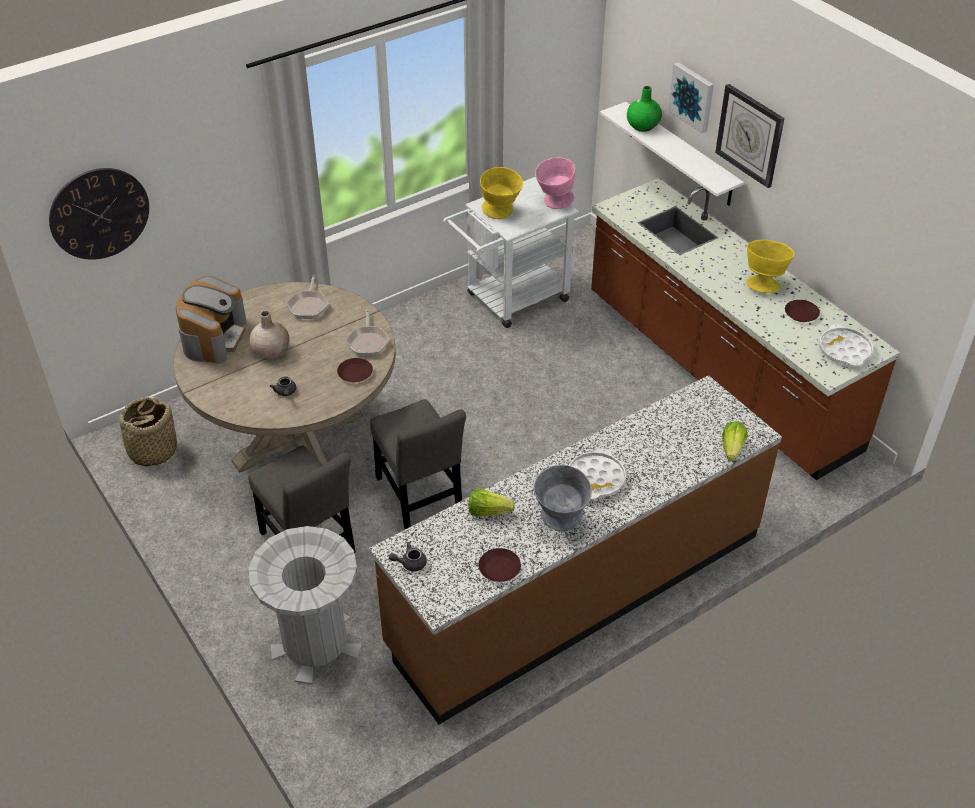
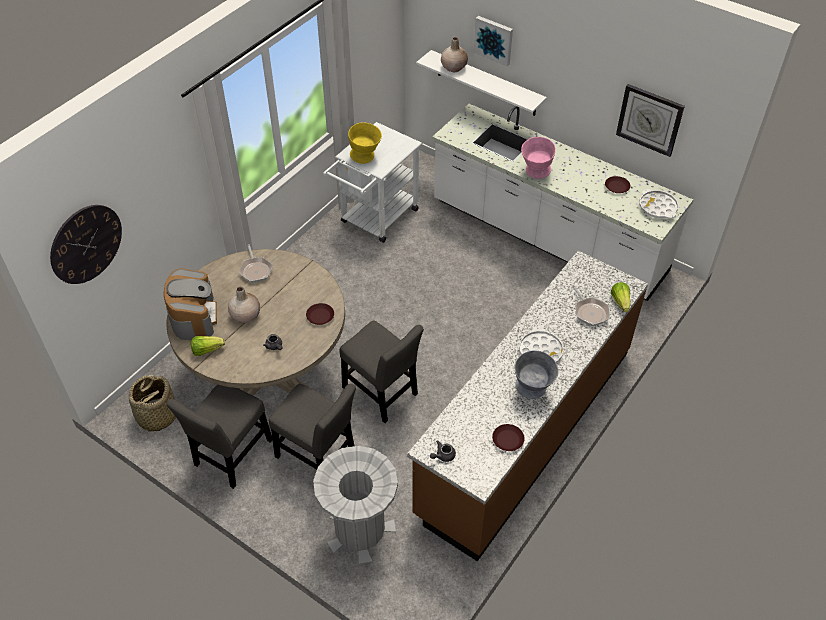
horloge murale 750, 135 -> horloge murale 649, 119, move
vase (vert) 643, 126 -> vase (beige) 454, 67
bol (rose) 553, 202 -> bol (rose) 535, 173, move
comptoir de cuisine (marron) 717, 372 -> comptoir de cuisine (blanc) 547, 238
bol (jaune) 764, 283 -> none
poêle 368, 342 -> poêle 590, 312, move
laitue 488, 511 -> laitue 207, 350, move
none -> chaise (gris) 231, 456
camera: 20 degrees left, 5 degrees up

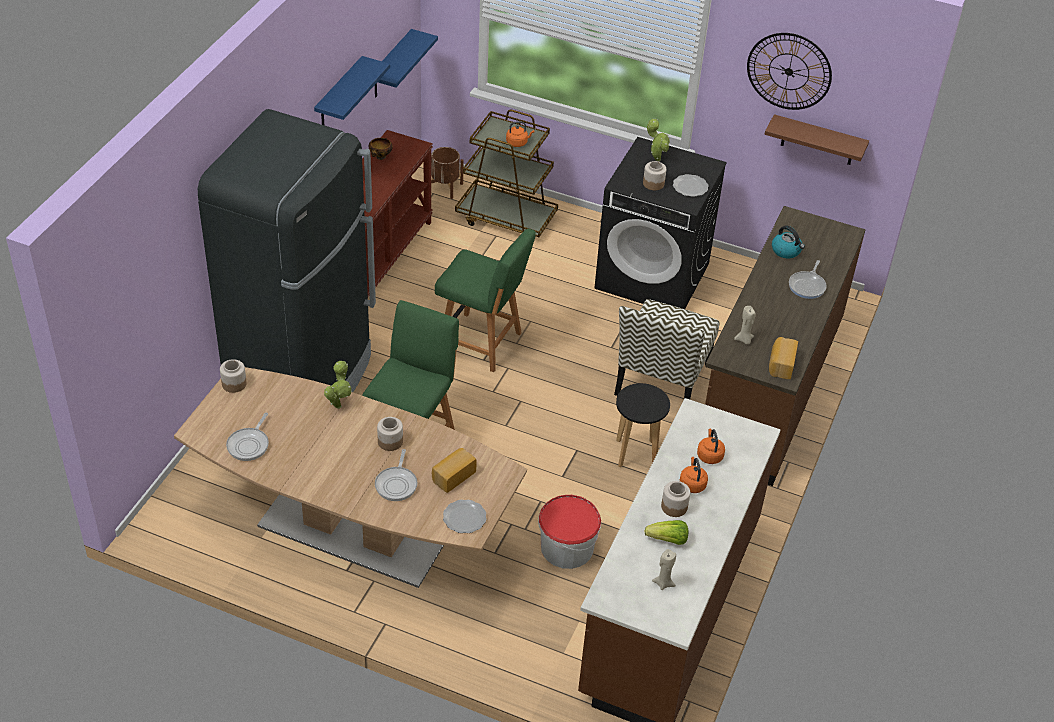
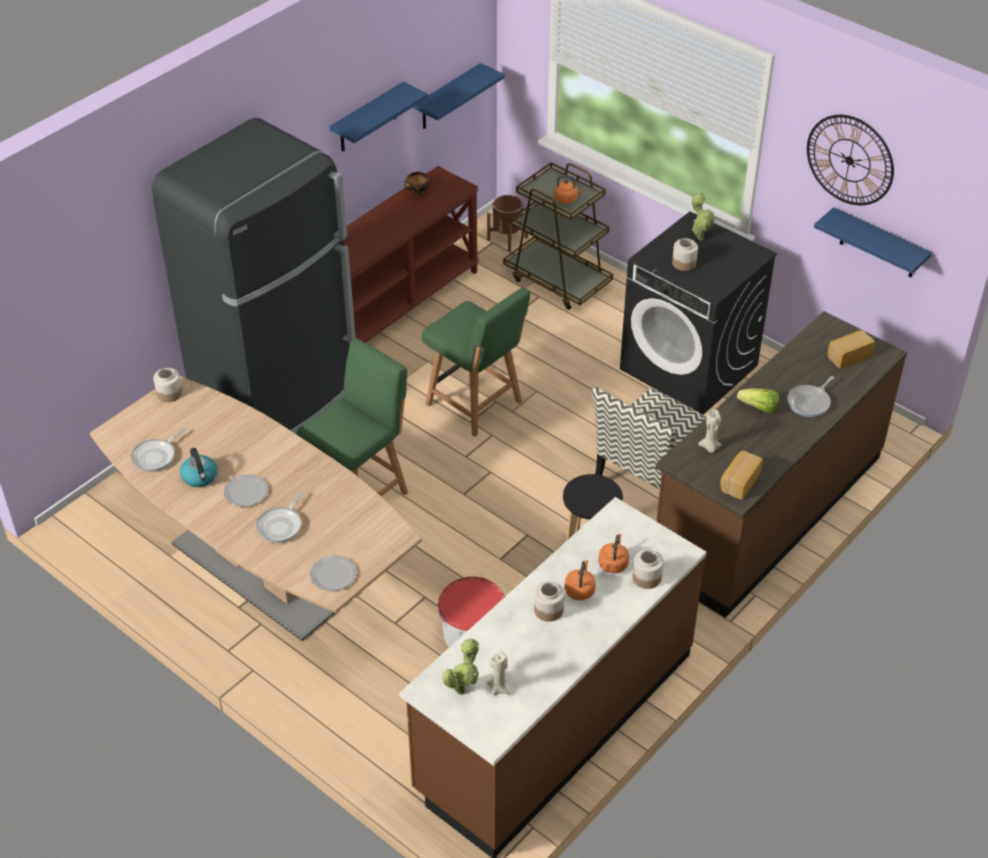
étagère (marron) 818, 140 -> étagère (bleu) 878, 244
assiette 690, 187 -> assiette 247, 492, move
bouilloire 786, 251 -> bouilloire 200, 477, move
plante en pot 338, 404 -> plante en pot 462, 689, move
bocal 390, 442 -> bocal 646, 578, move
pain 452, 476 -> pain 848, 356, move
laitue 668, 540 -> laitue 759, 408, move
camera: 20 degrees right, 0 degrees up

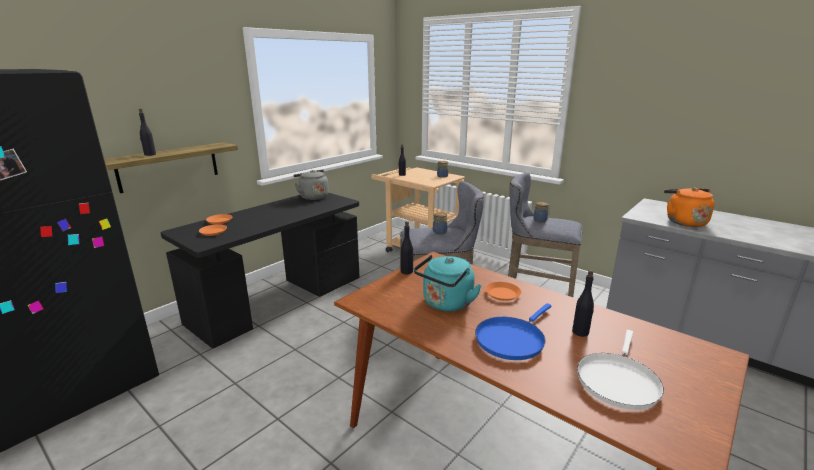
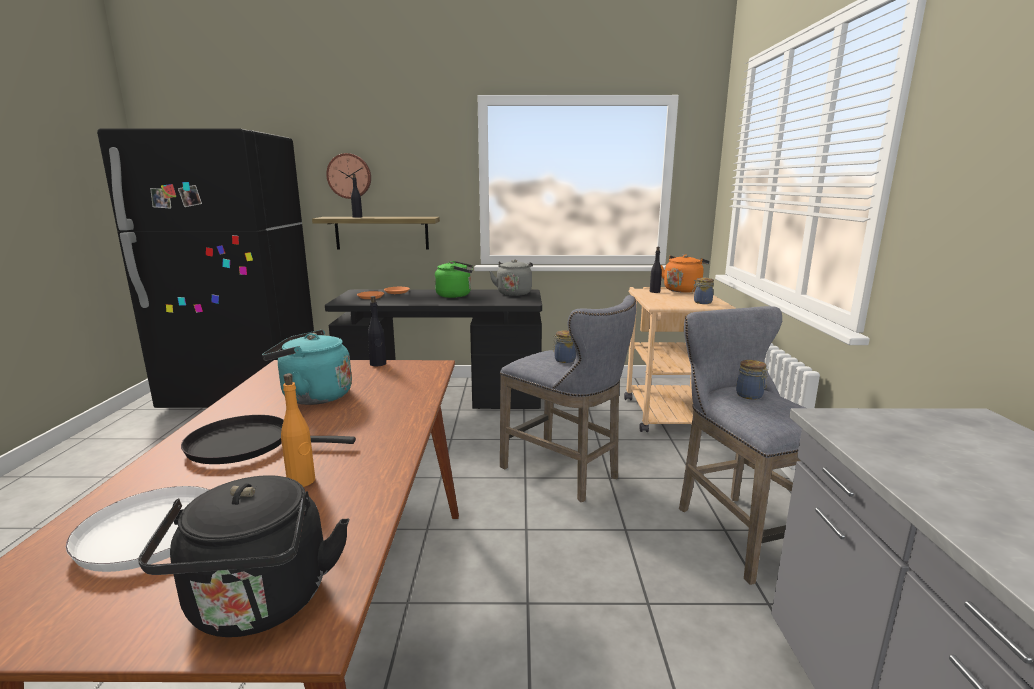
bouilloire (orange) 683, 222 -> bouilloire (orange) 682, 290, move
bouteille (noir) 580, 332 -> bouteille (orange) 301, 481
assiette (orange) 502, 294 -> none
poêle (bleu) 511, 339 -> poêle (noir) 247, 445
none -> horloge murale 349, 176
none -> bouilloire (vert) 456, 295
none -> bouilloire (noir) 258, 606
camera: 50 degrees right, 5 degrees down

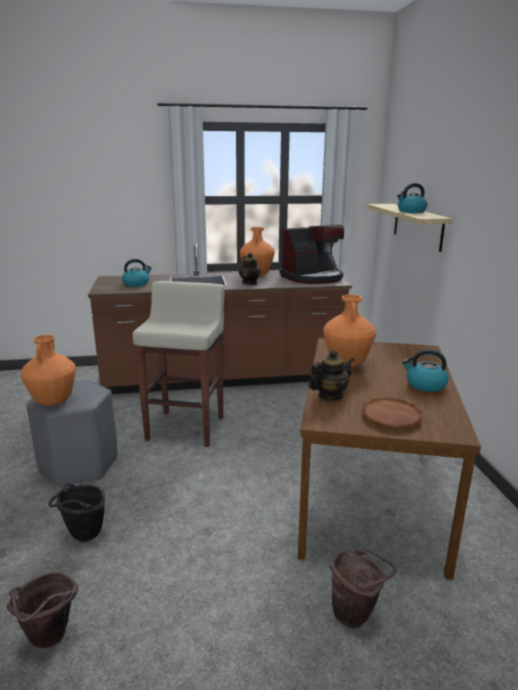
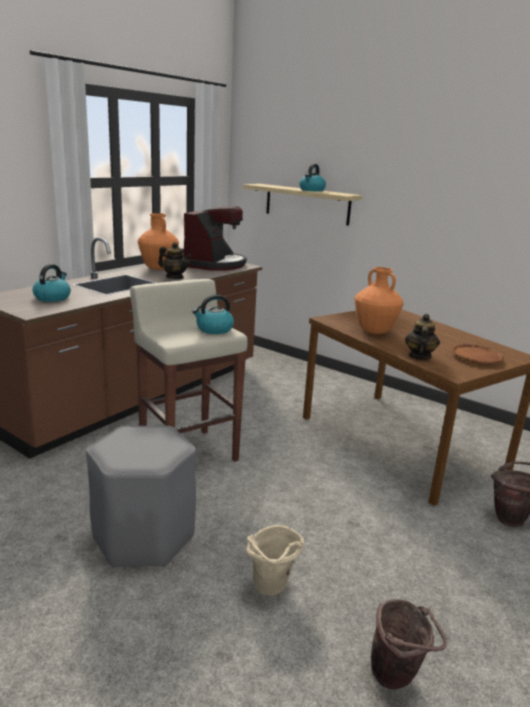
vase (orange) 53, 402 -> none
bouilloire 425, 385 -> bouilloire 214, 329, move
seau (noir) 83, 537 -> seau (beige) 271, 590
camera: 45 degrees left, 0 degrees up

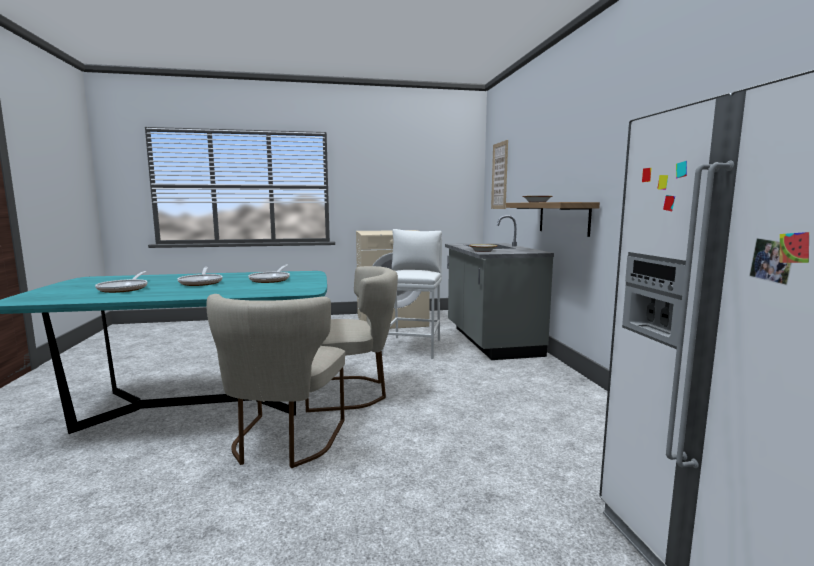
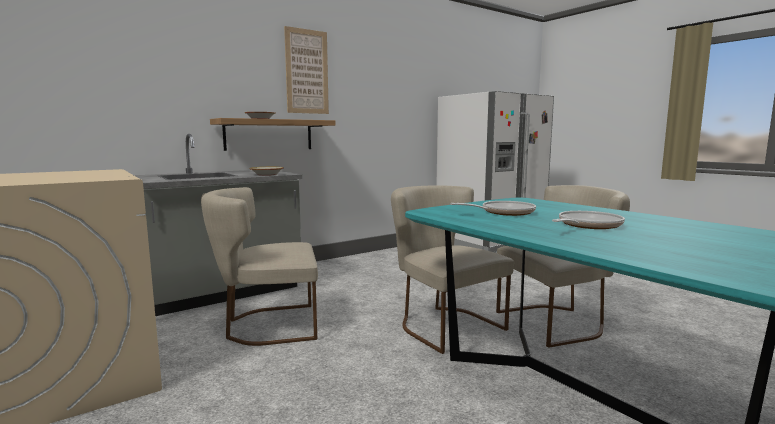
tableau 499, 176 -> tableau 307, 72, move
tabouret (blanc) 413, 347 -> chaise (beige) 267, 326
poêle 125, 288 -> none
camera: 115 degrees left, 0 degrees up

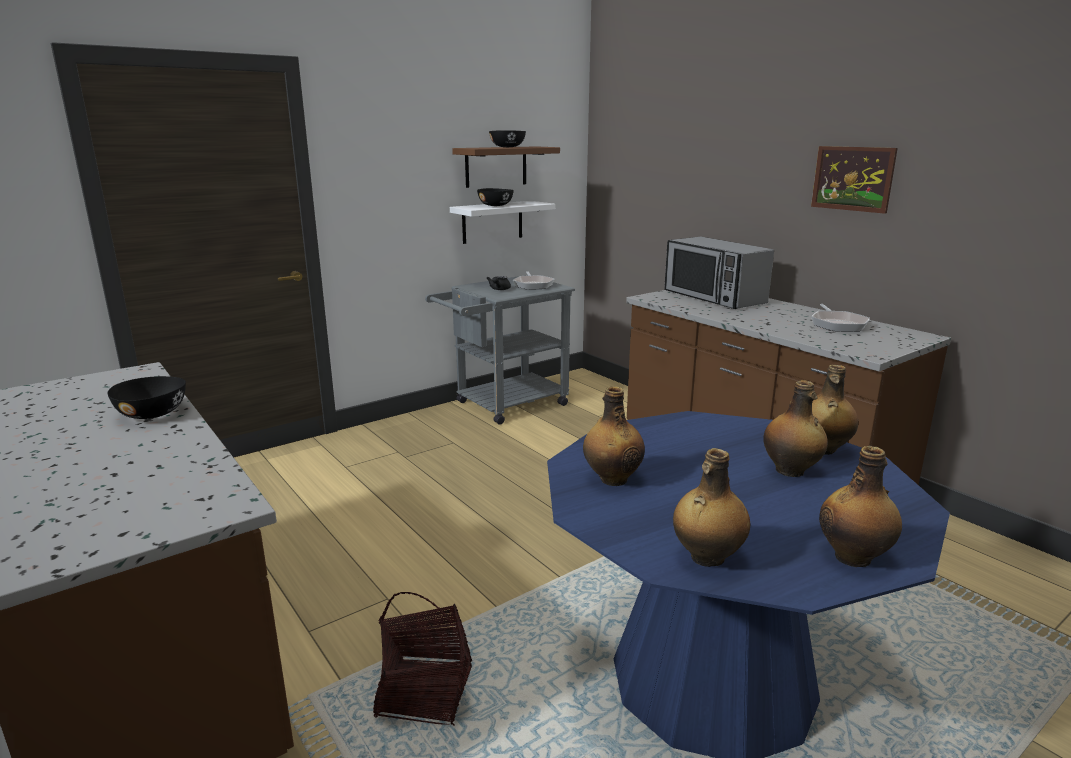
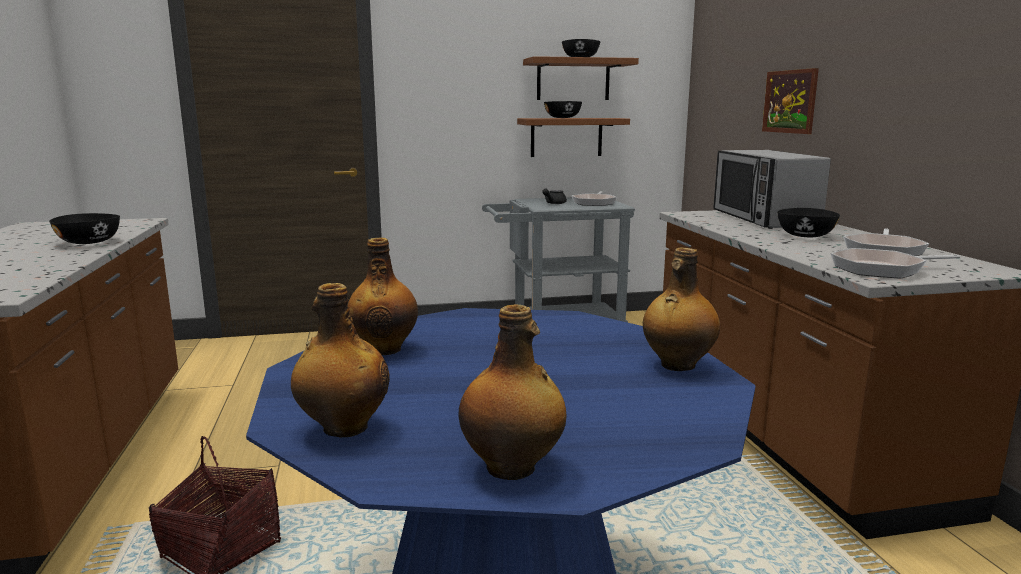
tableau 852, 178 -> tableau 790, 101, move
étagère (blanc) 492, 222 -> étagère (marron) 566, 137
bouteille 790, 471 -> none
none -> bol (noir) 805, 236
none -> poêle 883, 269
camera: 25 degrees right, 5 degrees down

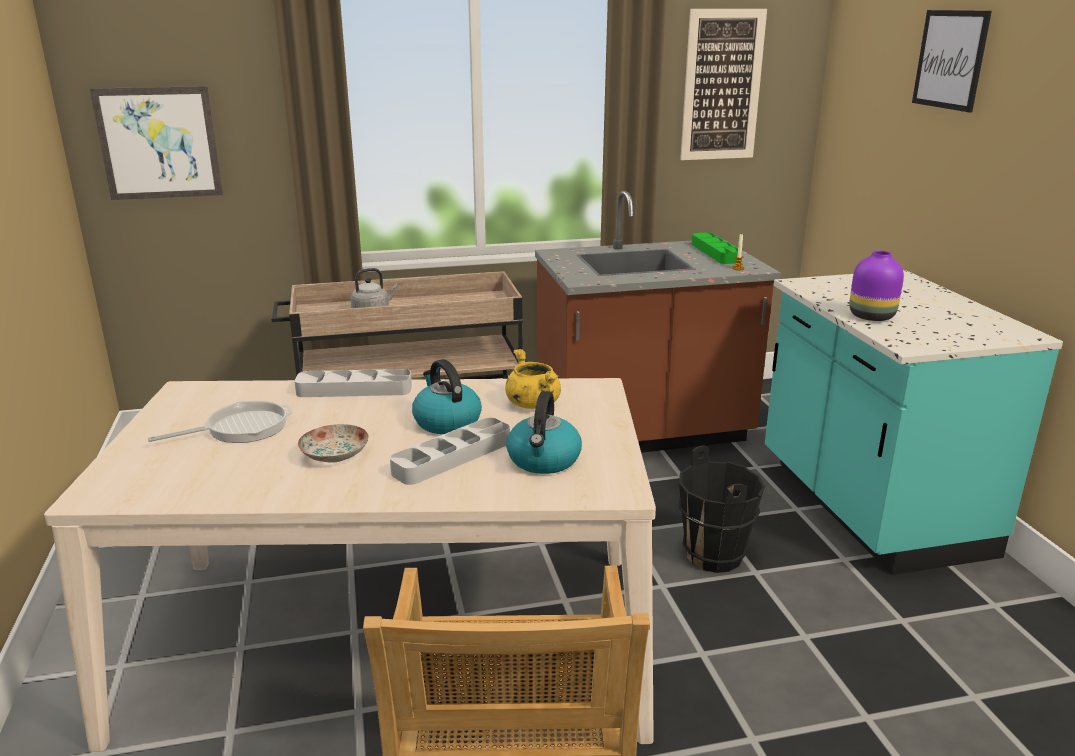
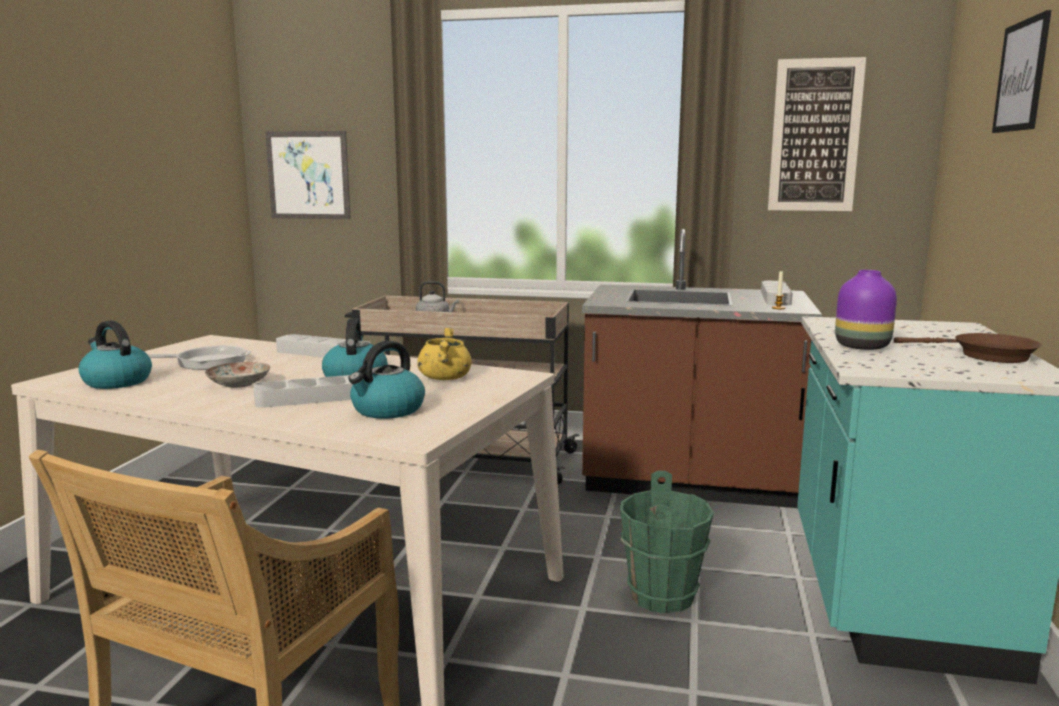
plateau (vert) 715, 252 -> plateau (gris) 775, 297
seau (noir) 714, 555 -> seau (vert) 663, 596
none -> bouilloire 116, 381
none -> poêle (marron) 986, 355
camera: 25 degrees right, 10 degrees down

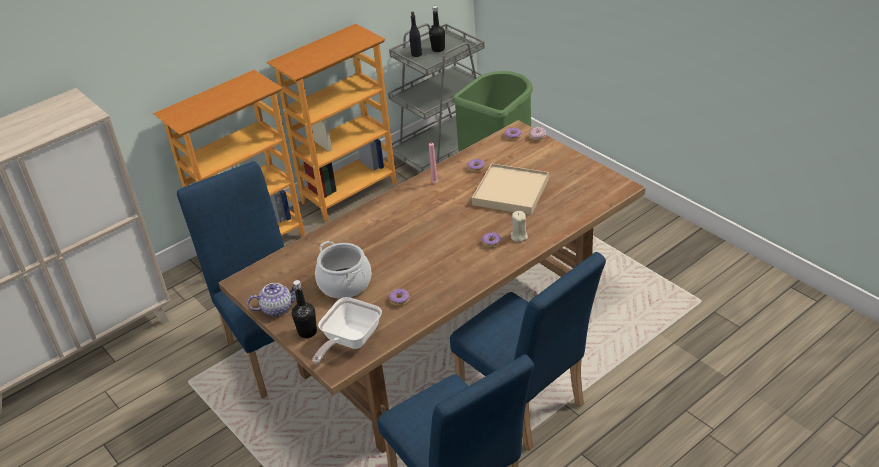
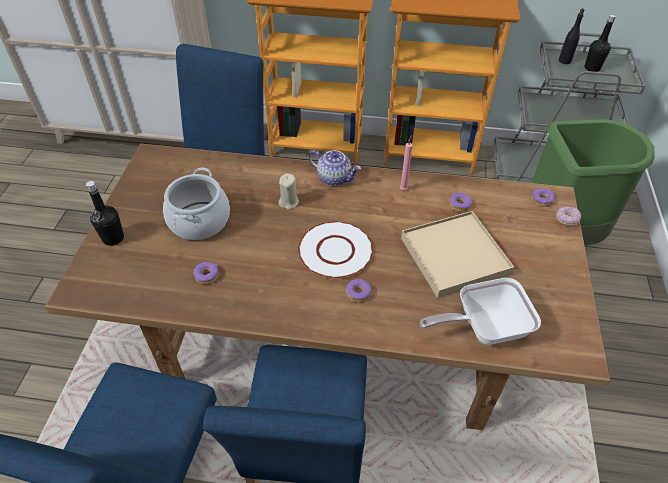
bougie (beige) 519, 236 -> bougie (beige) 288, 202, move
théière 277, 308 -> théière 334, 178, move
poêle 349, 341 -> poêle 483, 327, move
none -> assiette (blanc) 335, 250
camera: 45 degrees right, 10 degrees up

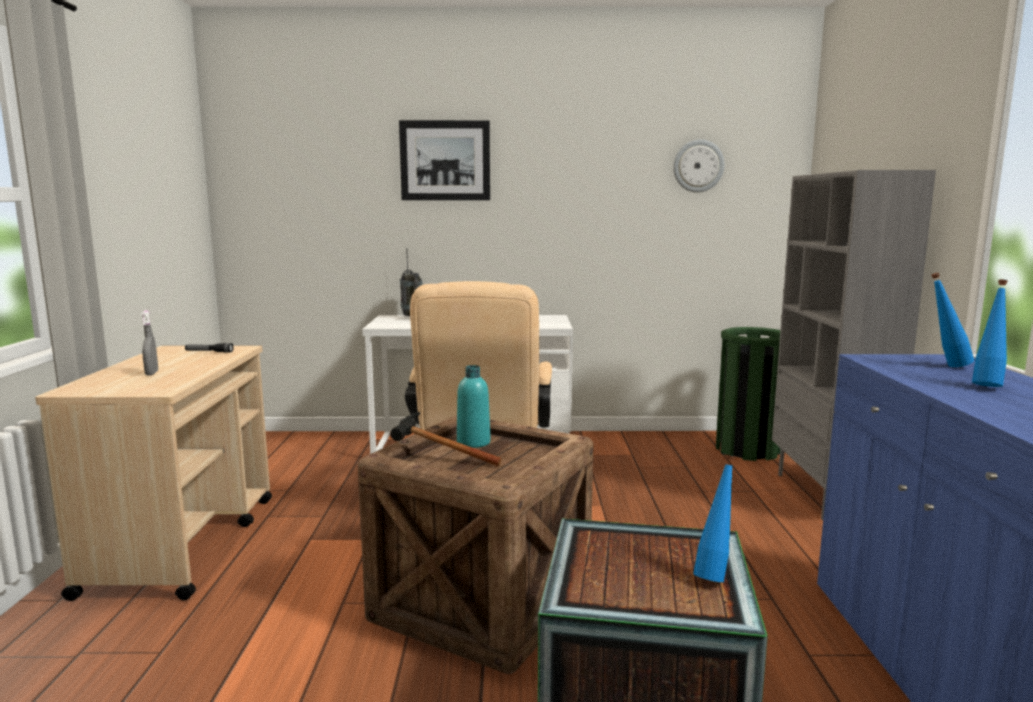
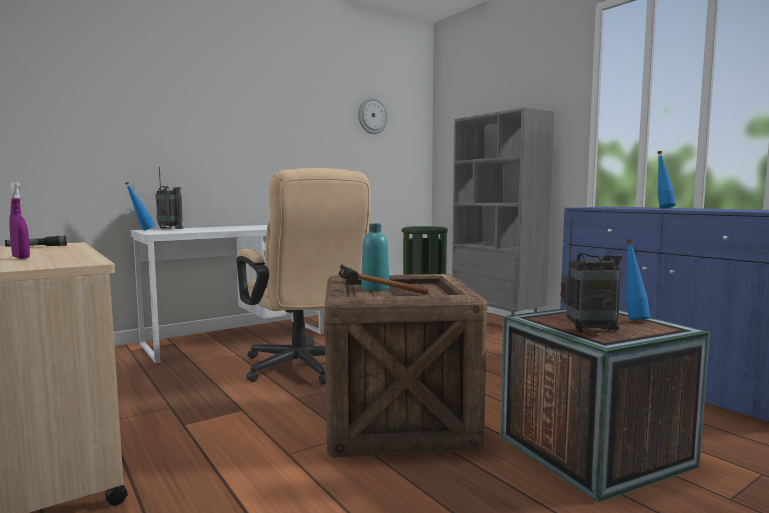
tableau 445, 160 -> none
bouteille (bleu) 946, 366 -> bouteille (bleu) 141, 230, move
vaporisateur (gris) 151, 373 -> vaporisateur (violet) 21, 258
none -> radio 590, 332
camera: 35 degrees left, 5 degrees down

